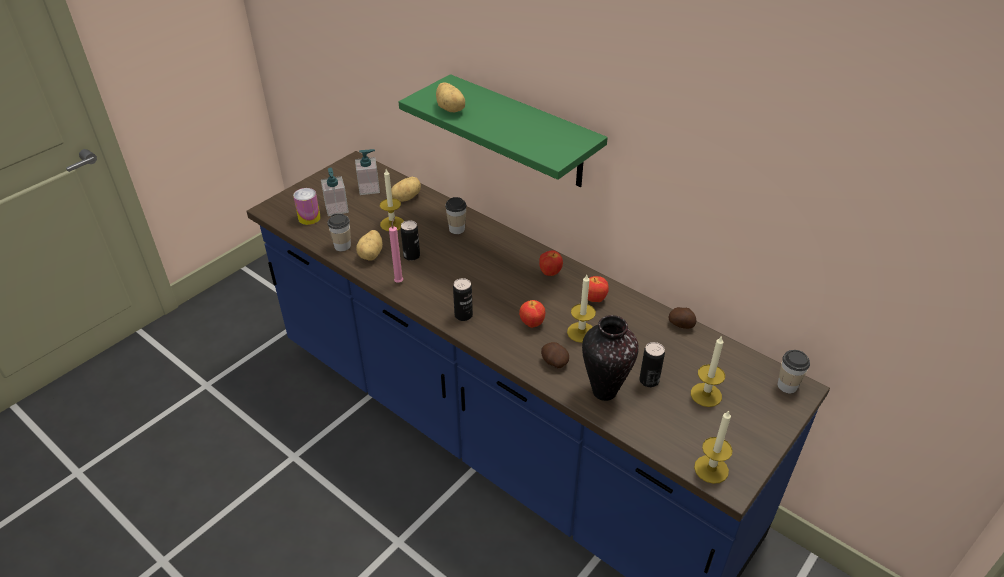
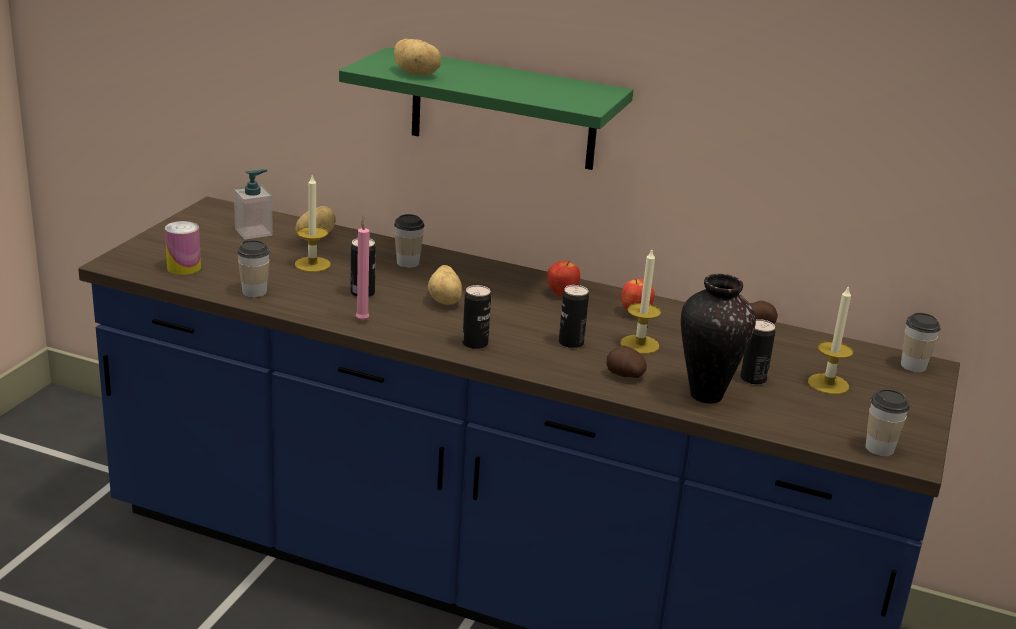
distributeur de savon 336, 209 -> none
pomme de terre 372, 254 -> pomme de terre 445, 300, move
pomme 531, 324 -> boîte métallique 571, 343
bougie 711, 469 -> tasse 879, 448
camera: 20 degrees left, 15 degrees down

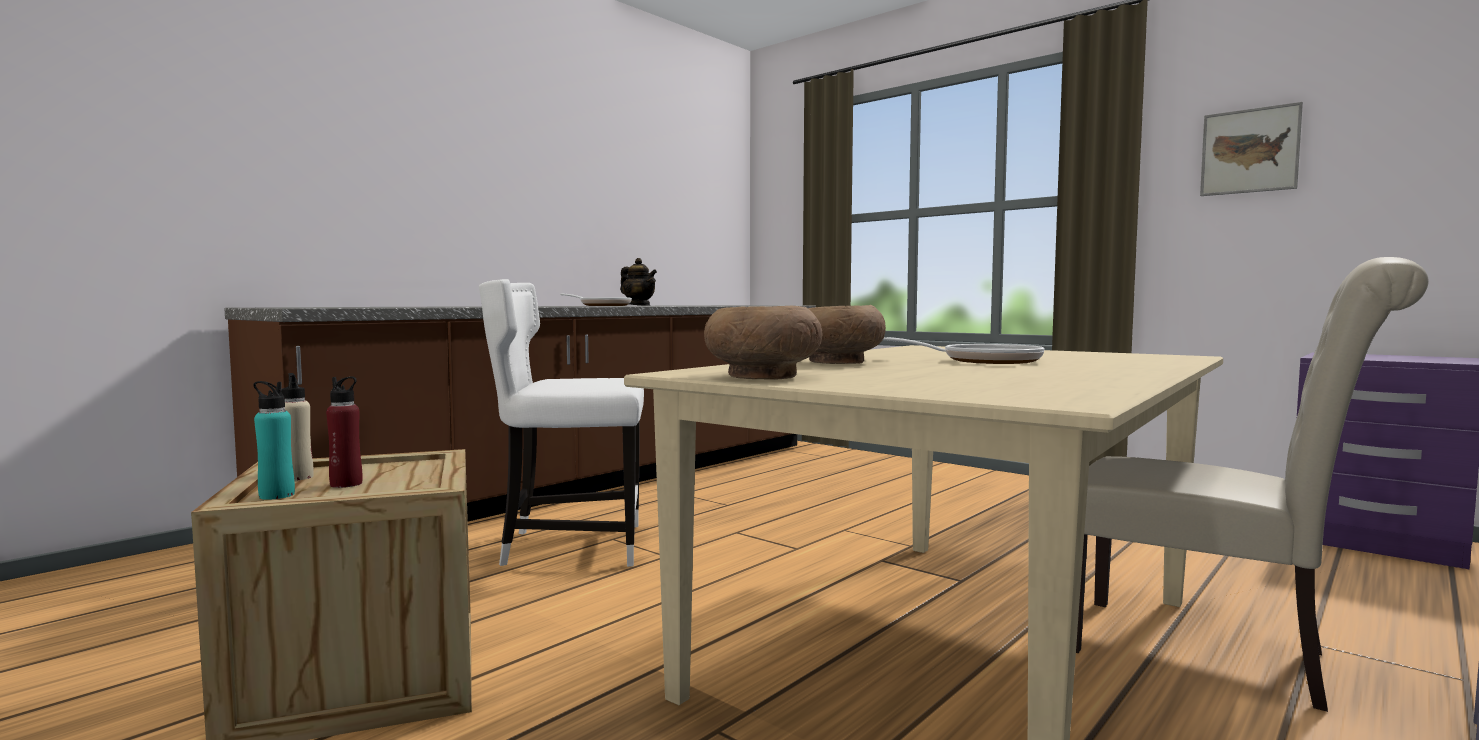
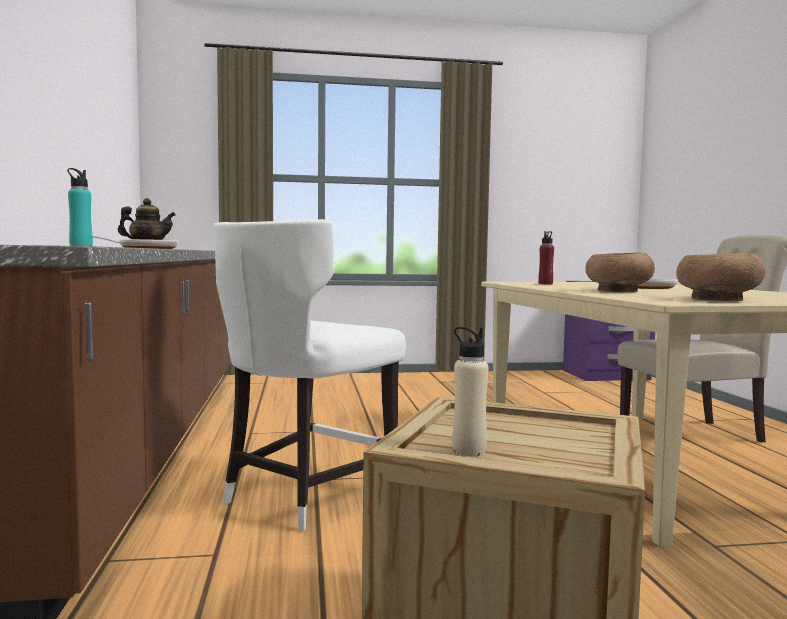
tableau 1249, 151 -> none
bouteille (rouge) 346, 484 -> bouteille (rouge) 545, 284, move
bouteille (turquoise) 276, 495 -> bouteille (turquoise) 81, 247, move
camera: 50 degrees left, 0 degrees up

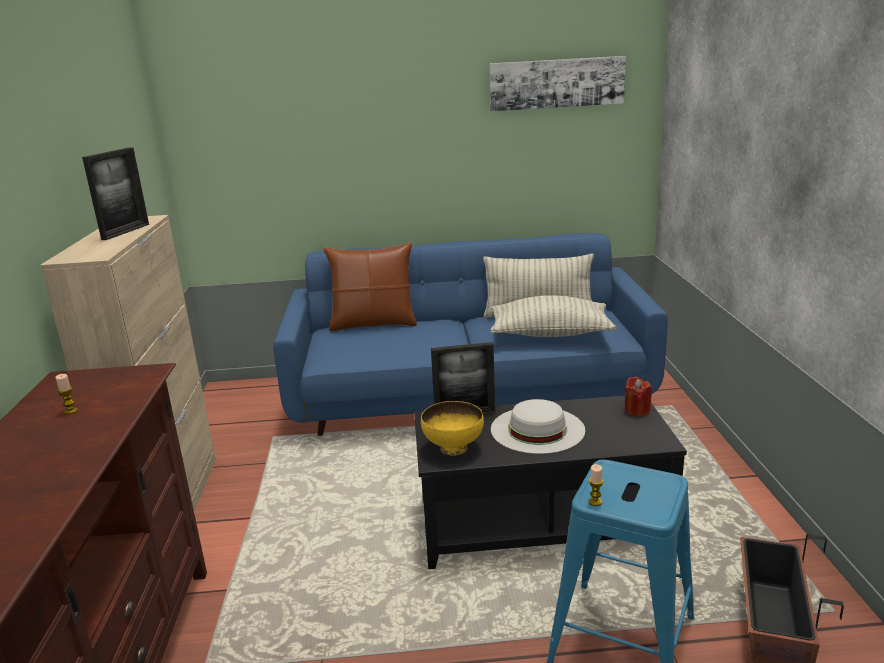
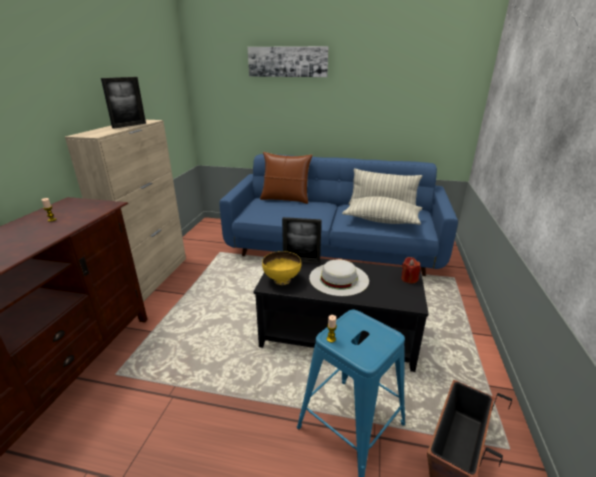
tableau 556, 83 -> tableau 287, 61, move
camera: 15 degrees right, 5 degrees up

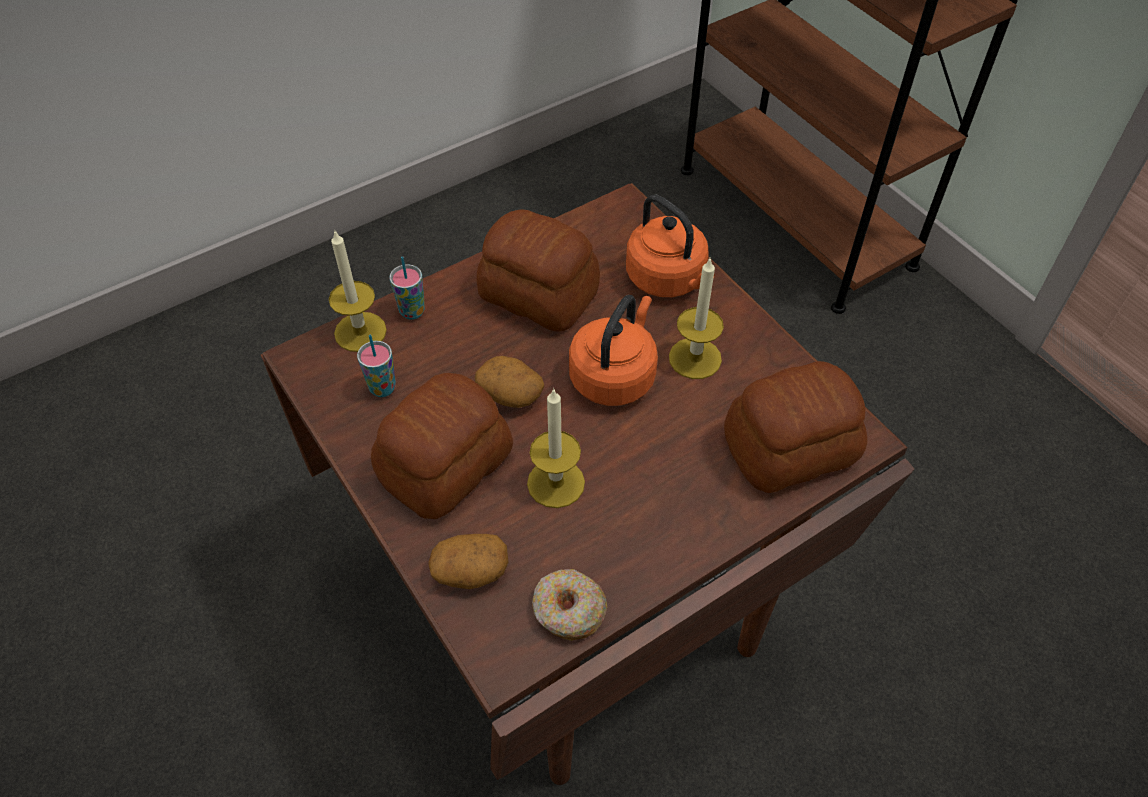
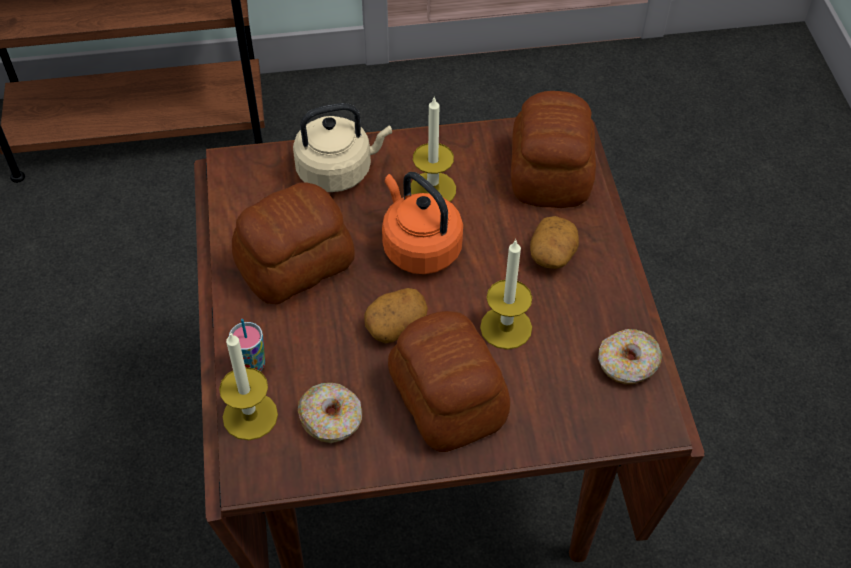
bouilloire (orange) 668, 279 -> bouilloire (beige) 338, 171
tasse 382, 388 -> beignet 331, 419
pomme de terre 470, 571 -> pomme de terre 552, 254, move
camera: 65 degrees left, 0 degrees up

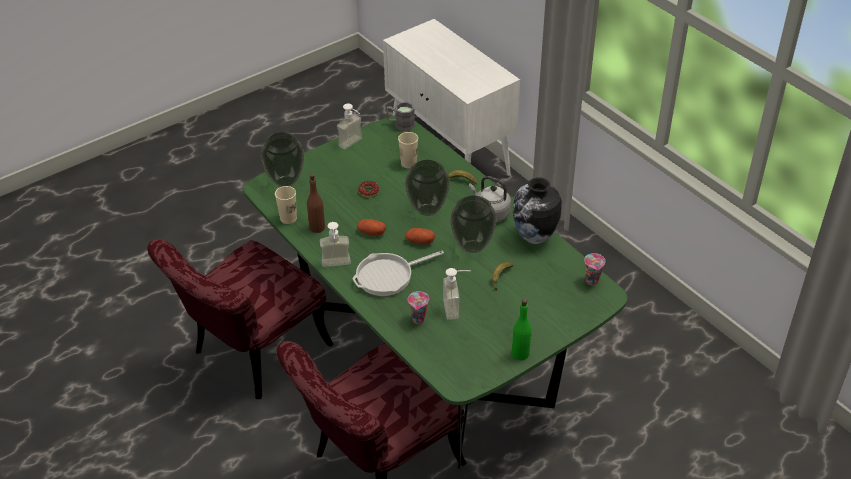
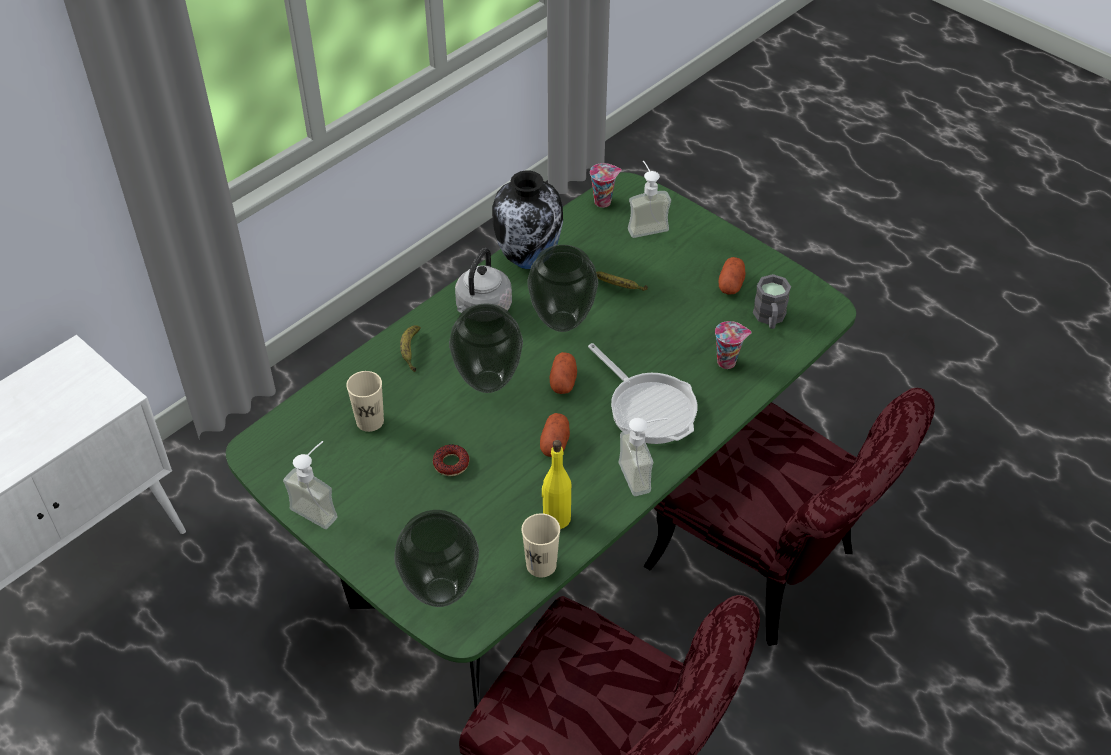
mug (gris) 400, 124 -> mug (gris) 769, 318, move
bouteille (marron) 317, 227 -> bouteille (jaune) 556, 518
distributeur de savon 457, 308 -> distributeur de savon 645, 224, move
bouteille (vert) 520, 353 -> none
none -> pomme de terre 731, 284
camera: 100 degrees left, 5 degrees up

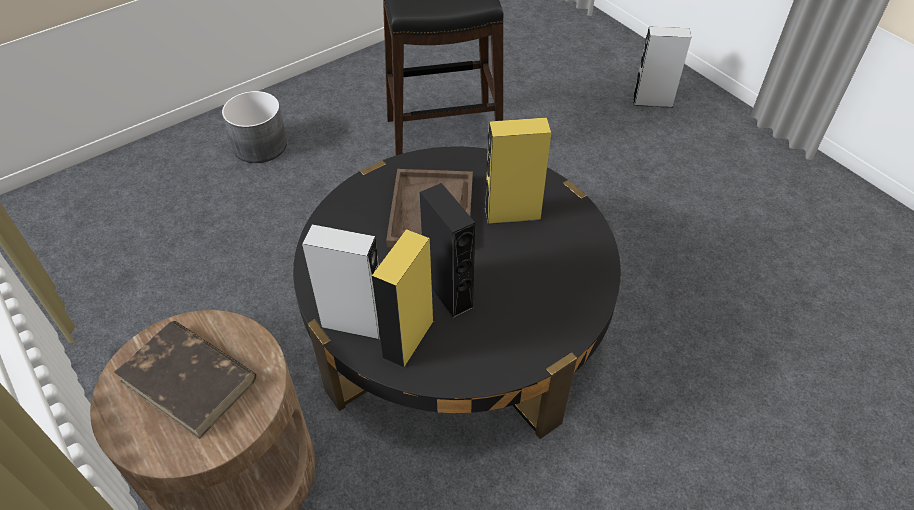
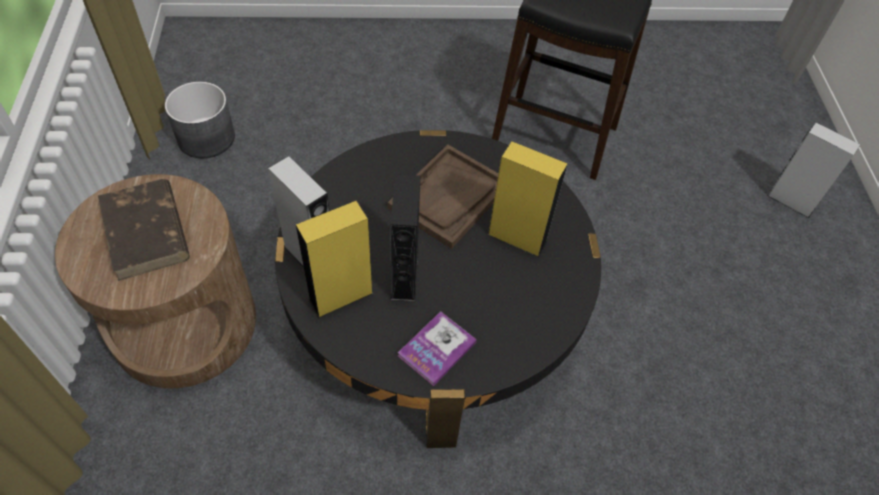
cache-pot (gris) 260, 145 -> cache-pot (gris) 206, 137, move
none -> livre 437, 349
camera: 30 degrees right, 5 degrees up

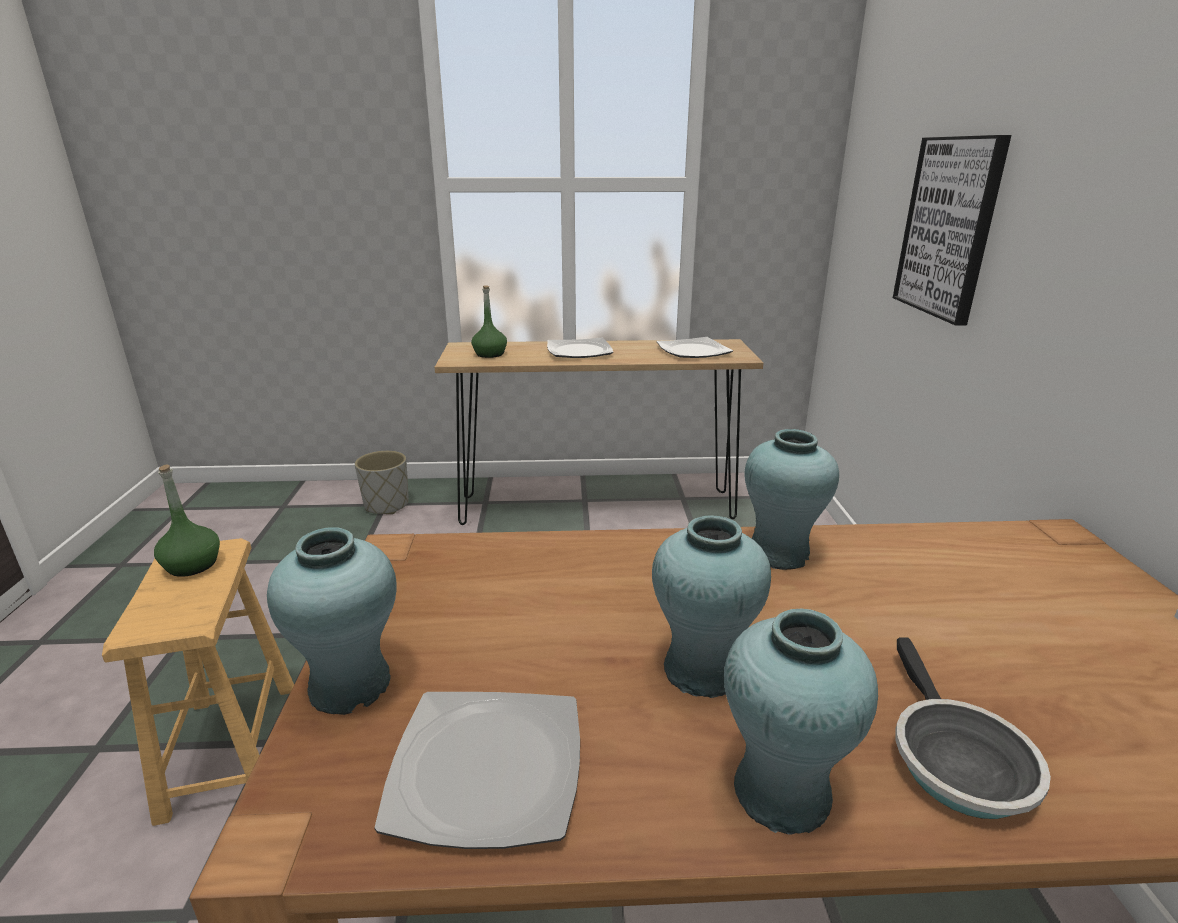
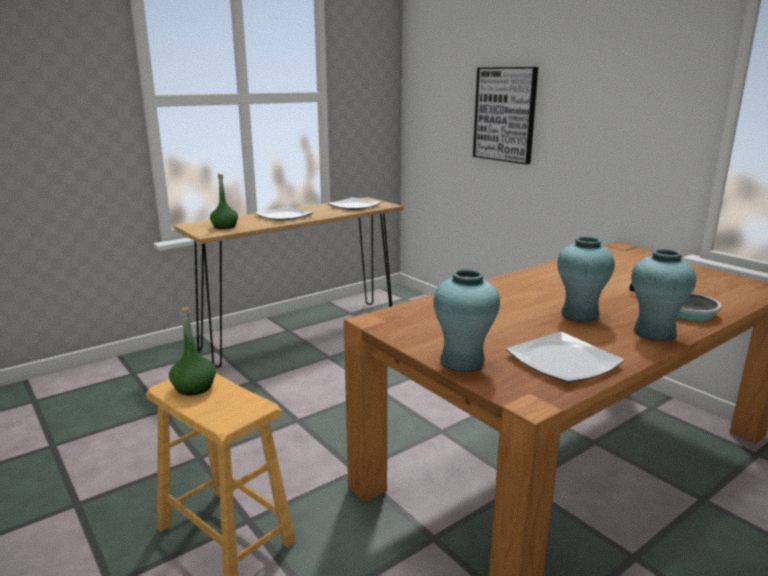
vase (turquoise) 779, 553 -> none
cache-pot (gris) 386, 505 -> none
camera: 35 degrees left, 5 degrees down

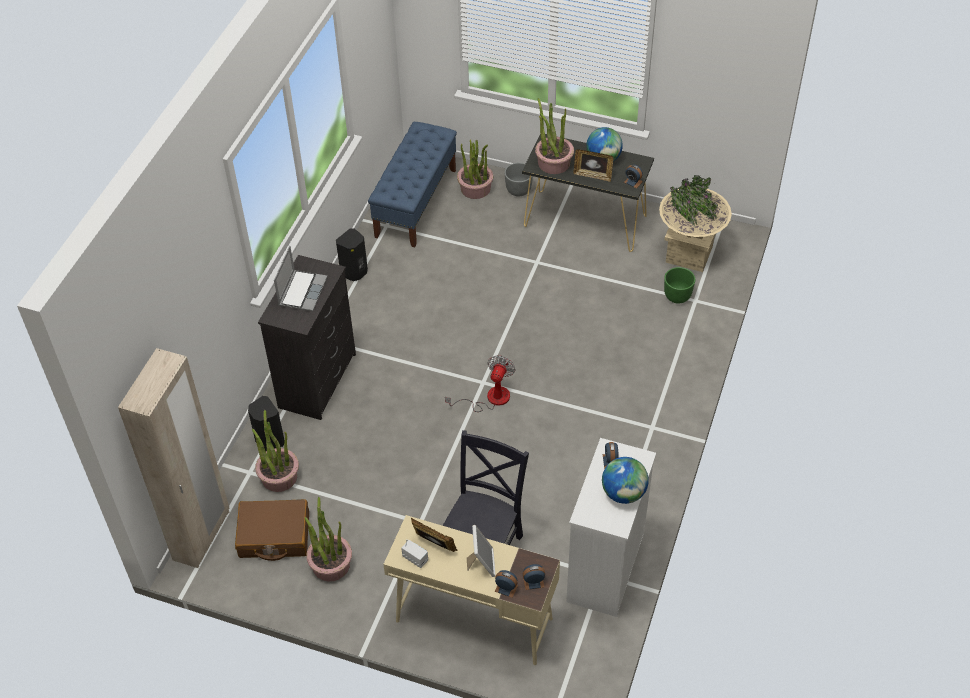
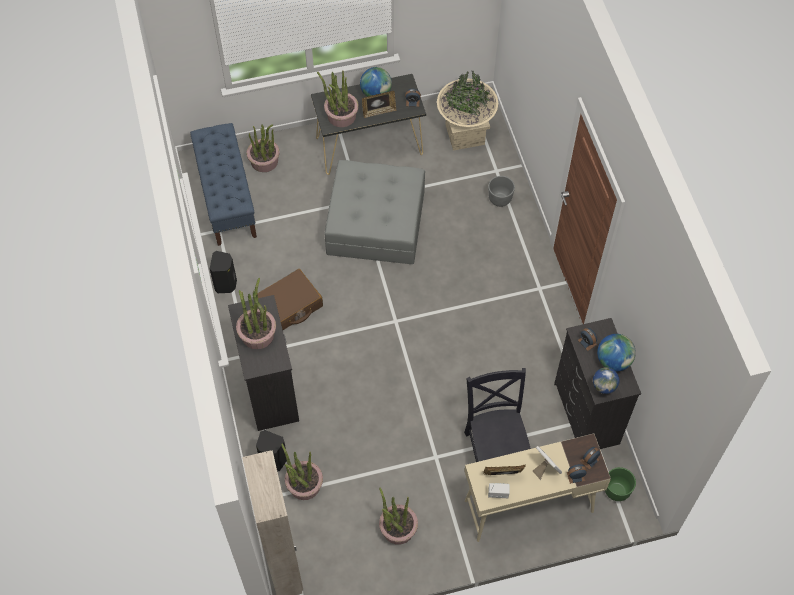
cache-pot (gris) 519, 190 -> cache-pot (gris) 500, 199, move
ordinateur portable 302, 291 -> plante en pot 257, 334
cache-pot (vert) 677, 296 -> cache-pot (vert) 616, 491, move
ventilateur 490, 398 -> none
commode (blanc) 604, 569 -> commode (noir) 586, 414
valise (marron) 274, 536 -> valise (marron) 289, 305, move
none -> pouf (gris) 376, 222
none -> globe 602, 391
camera: 35 degrees left, 10 degrees up

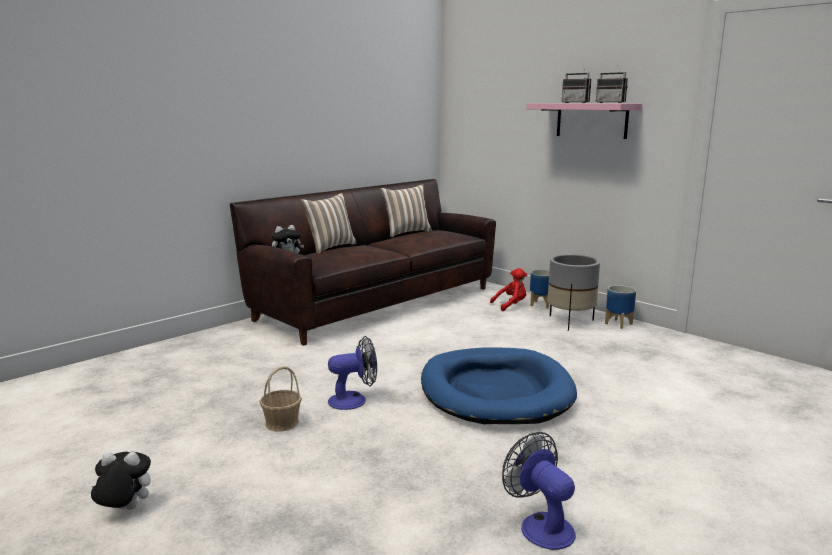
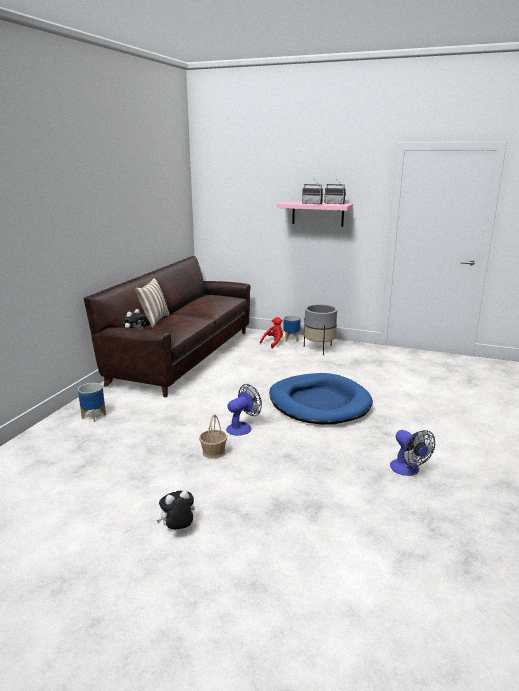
coussin 406, 232 -> none
cache-pot 618, 324 -> cache-pot 94, 416, move
ventilateur 540, 525 -> ventilateur 408, 470, 150 degrees counterclockwise
camera: 25 degrees left, 5 degrees up

